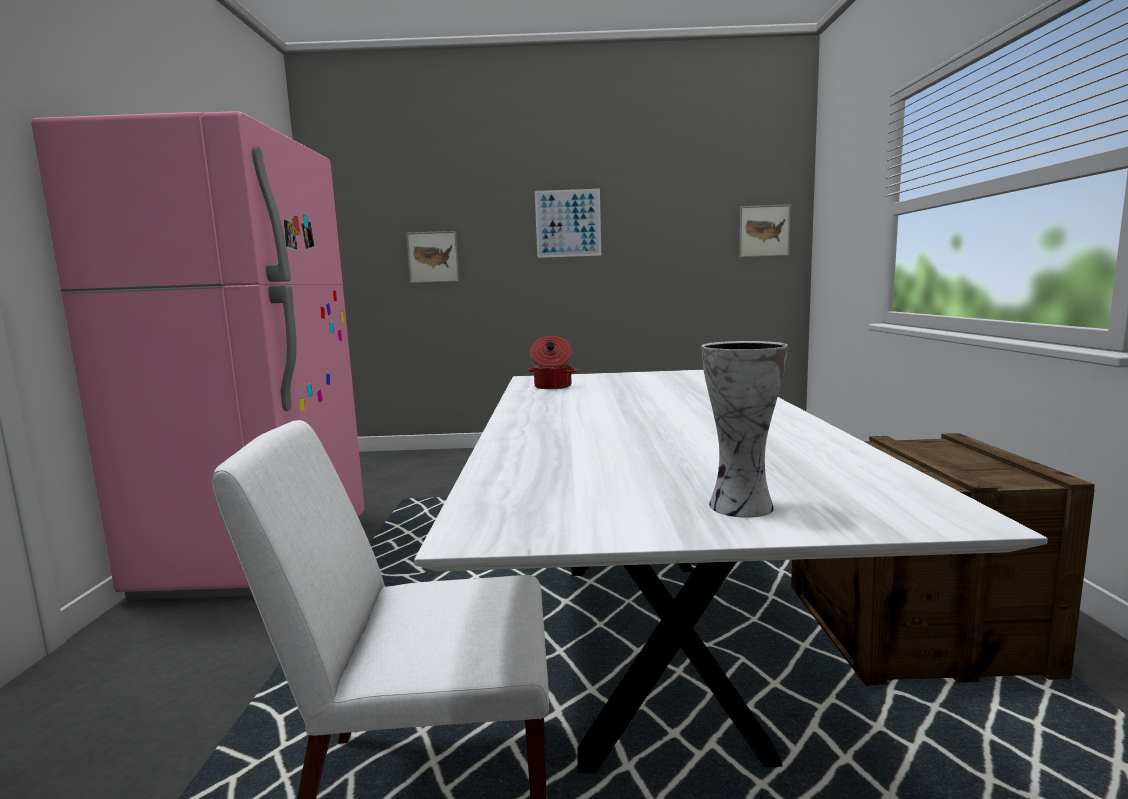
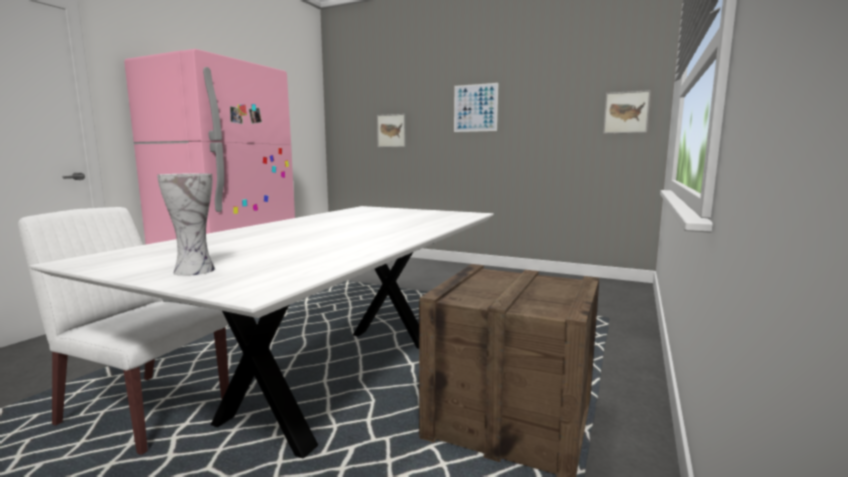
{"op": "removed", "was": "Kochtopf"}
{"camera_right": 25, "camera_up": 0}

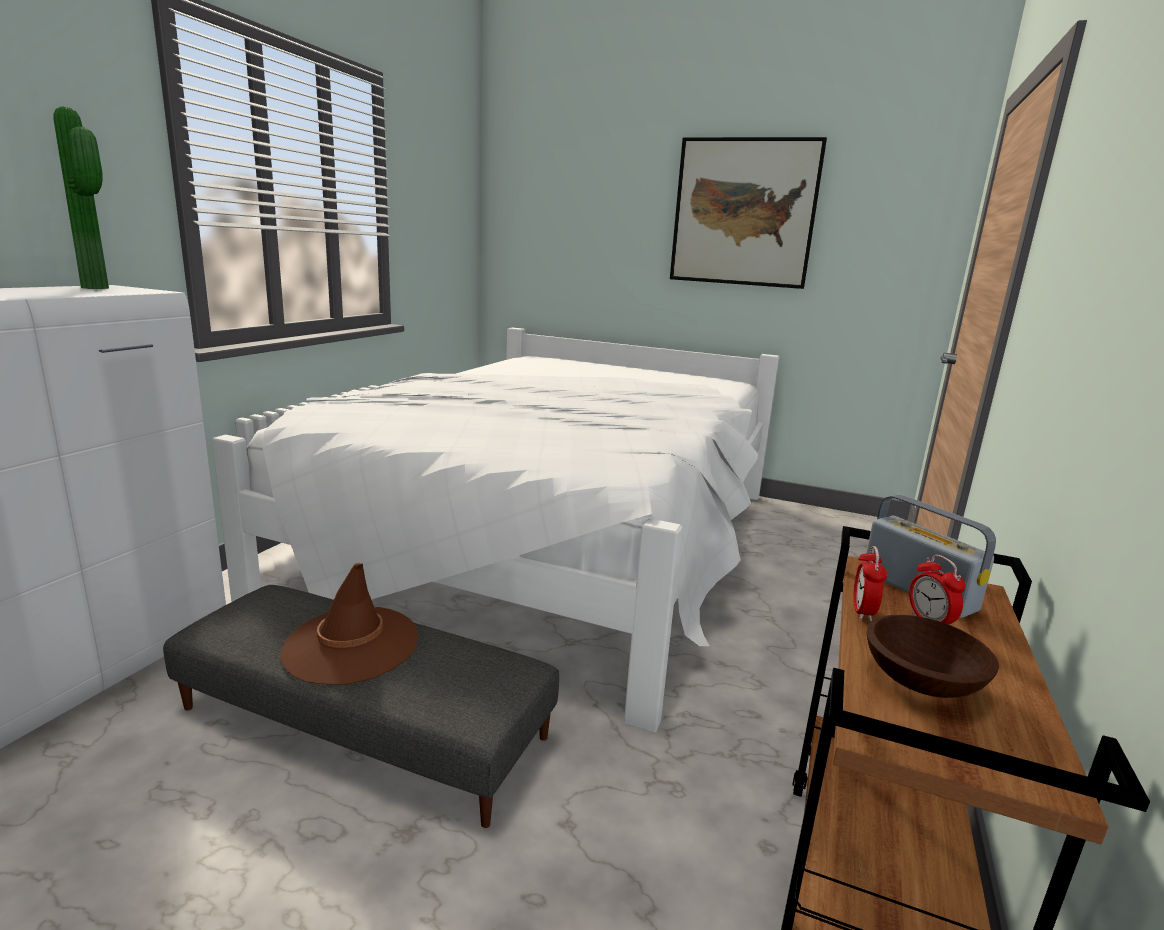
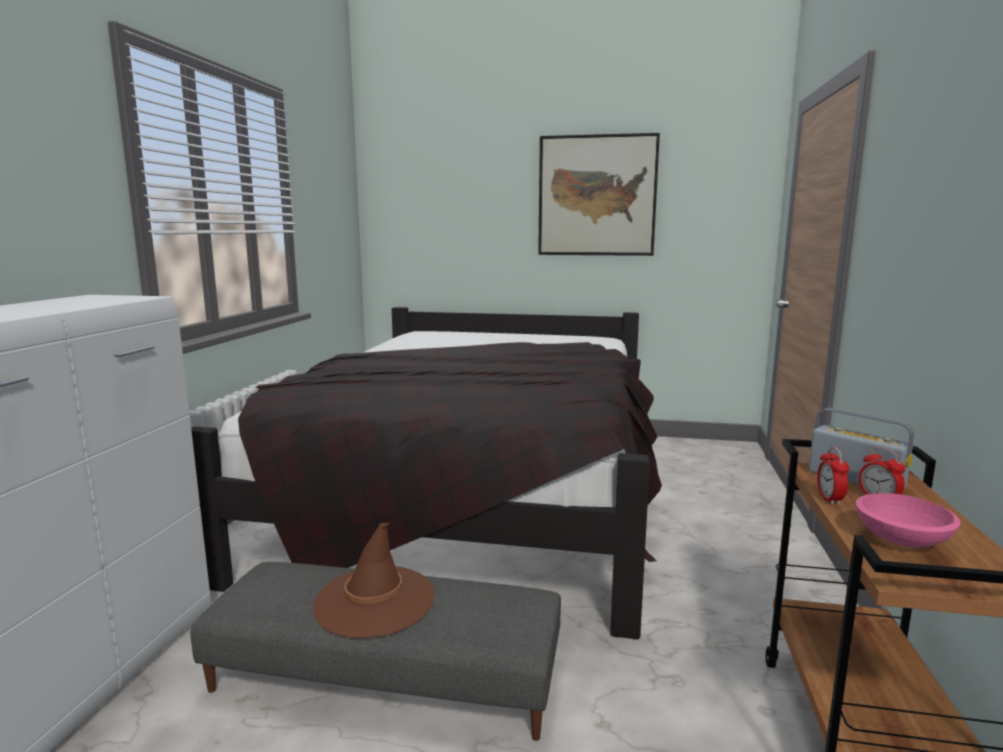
{"op": "removed", "was": "Topfpflanze"}
{"op": "recoloured", "was": "Bett/weiß", "now": "Bett/schwarz"}
{"op": "recoloured", "was": "Schüssel/braun", "now": "Schüssel/rosa"}
{"camera_right": -10, "camera_up": -5}

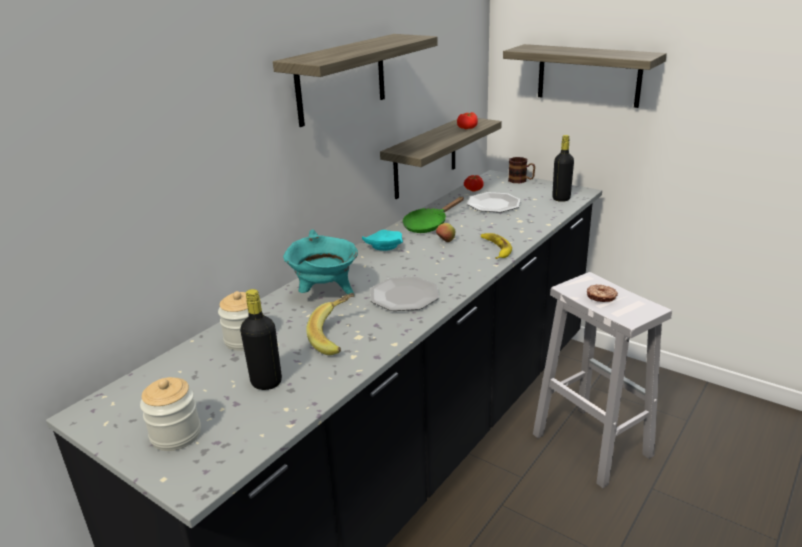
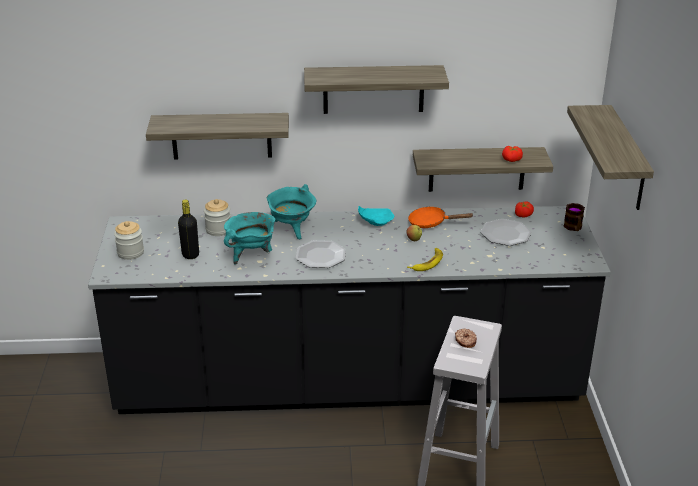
{"op": "removed", "was": "Flasche/schwarz (2nd from left)"}
{"op": "added", "now": "Wandregal (1st from left)"}
{"op": "replaced", "was": "Banane (1st from left)", "now": "Kochtopf/türkis (1st from left)"}
{"op": "recoloured", "was": "Pfanne/grün", "now": "Pfanne/orange"}
{"camera_right": 50, "camera_up": 5}

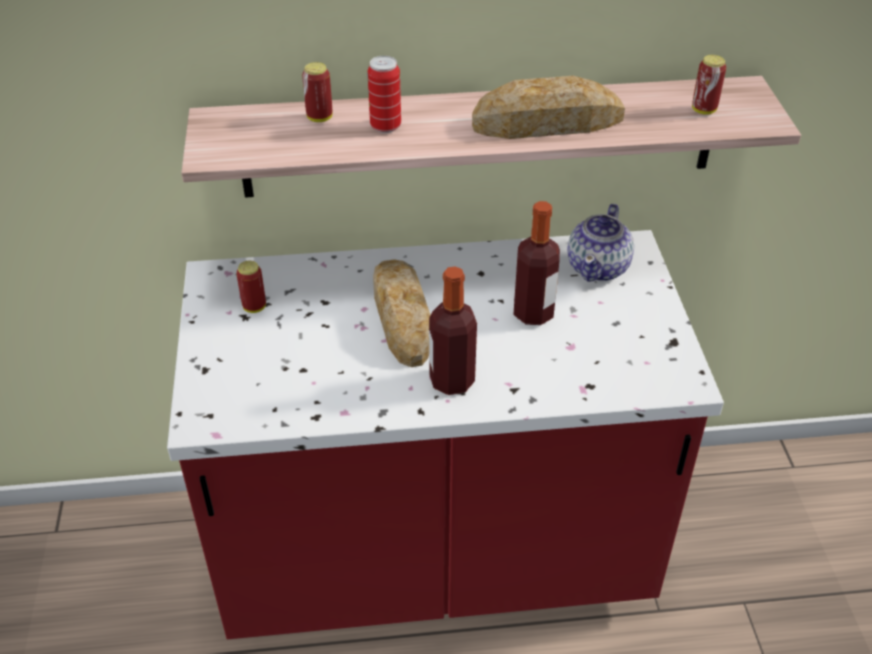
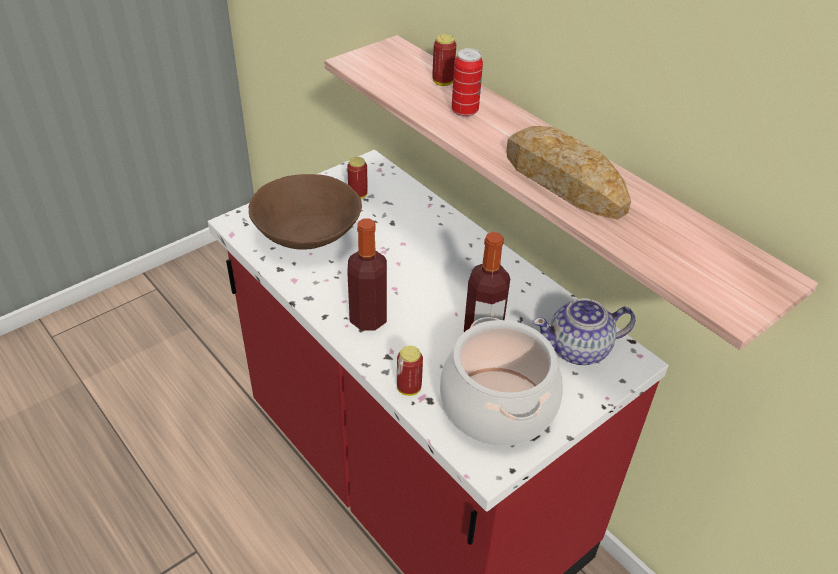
{"op": "removed", "was": "Brot (1st from left)"}
{"op": "added", "now": "Schüssel/braun"}
{"op": "added", "now": "Kochtopf"}
{"op": "moved", "was": "Dose (4th from left in the first image)", "now": "Dose (2nd from left)"}
{"camera_right": 55, "camera_up": 0}

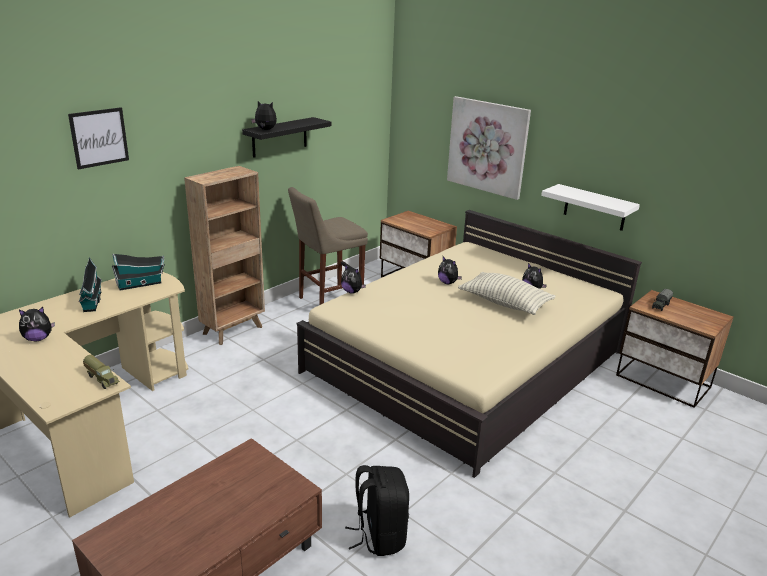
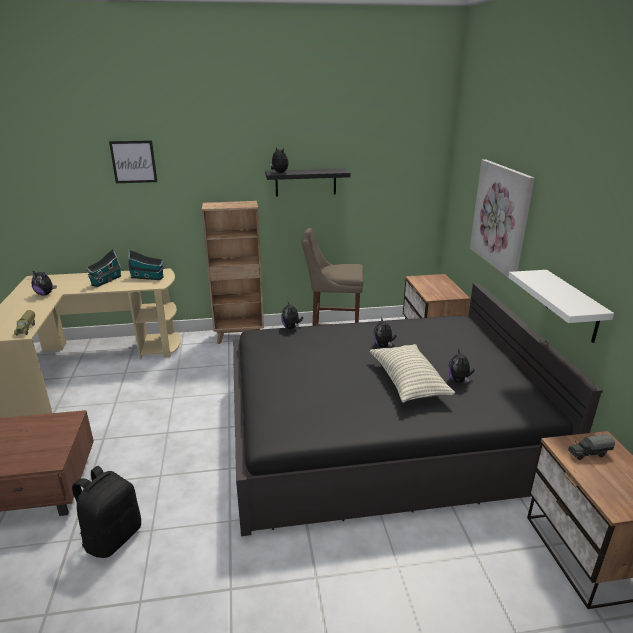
{"op": "recoloured", "was": "Bett/beige", "now": "Bett/schwarz"}
{"camera_right": 40, "camera_up": 0}

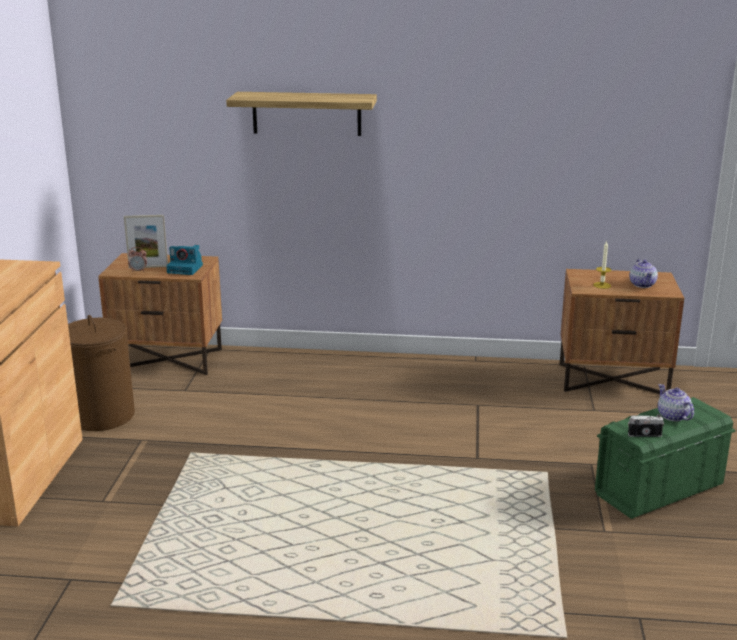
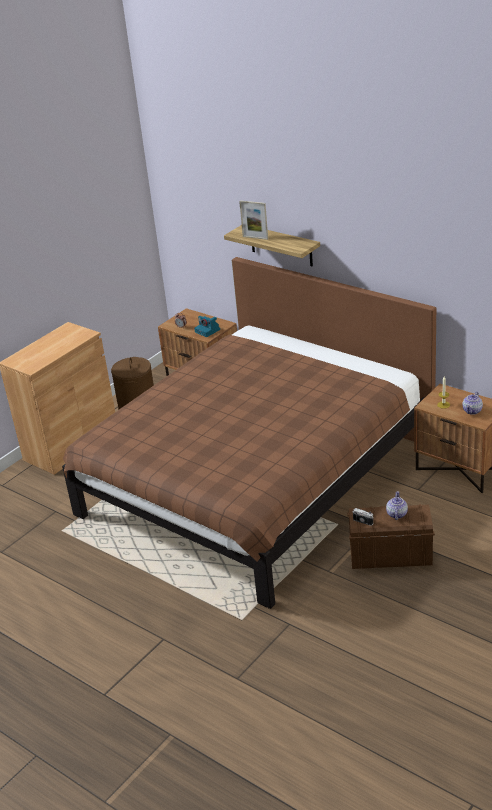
{"op": "added", "now": "Bett/braun"}
{"op": "moved", "was": "Bilderrahmen"}
{"op": "recoloured", "was": "Aufbewahrungsbox/grün", "now": "Aufbewahrungsbox/braun"}
{"camera_right": 35, "camera_up": 10}

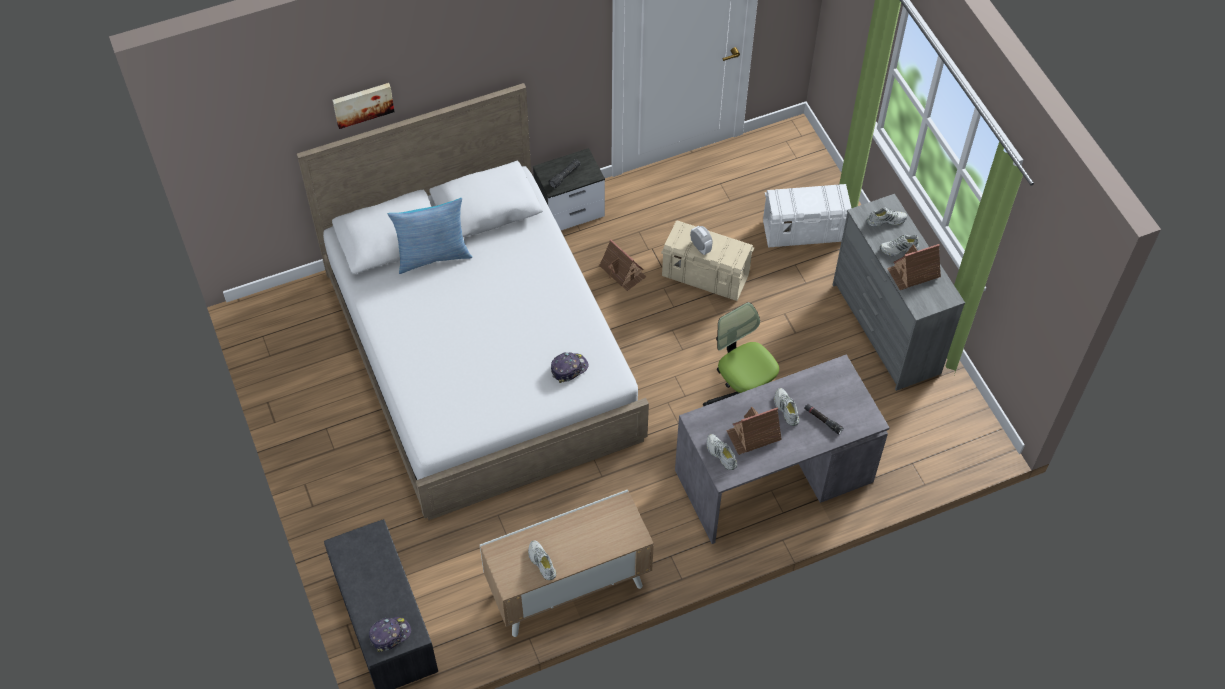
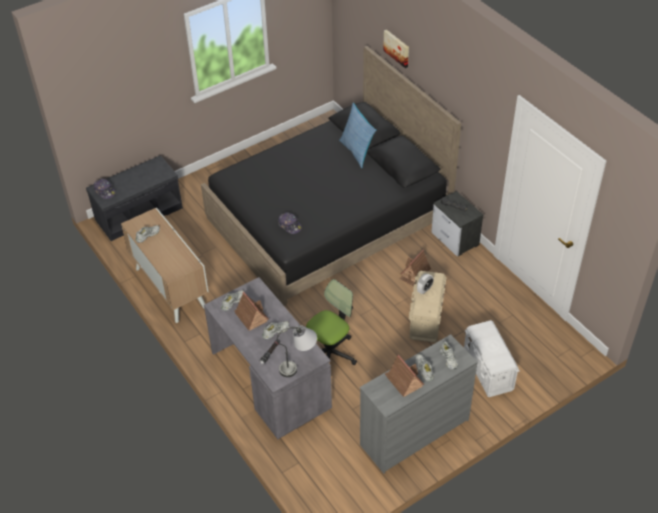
{"op": "added", "now": "Tischlampe/grau"}
{"op": "recoloured", "was": "Bett/weiß", "now": "Bett/schwarz"}
{"camera_right": 80, "camera_up": -10}

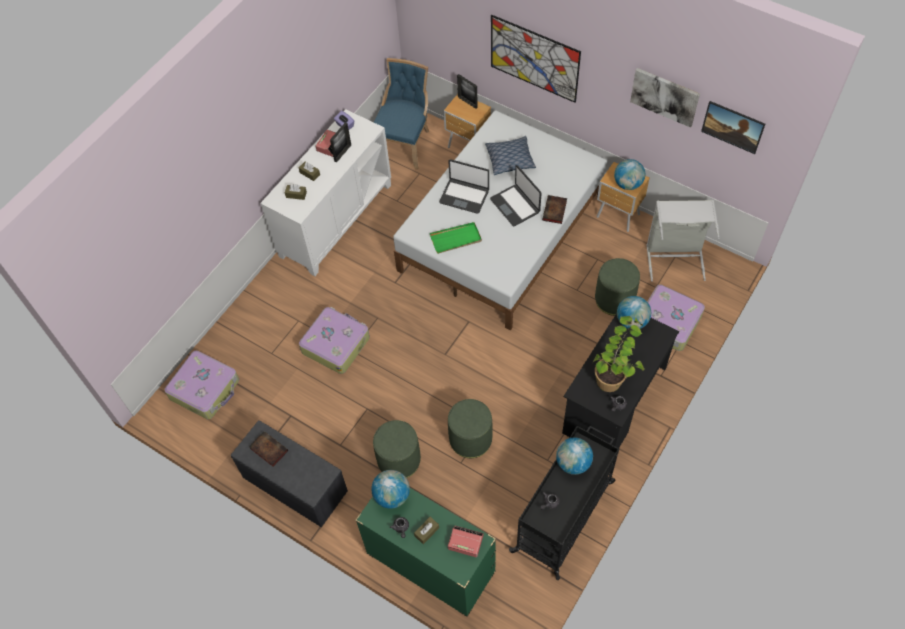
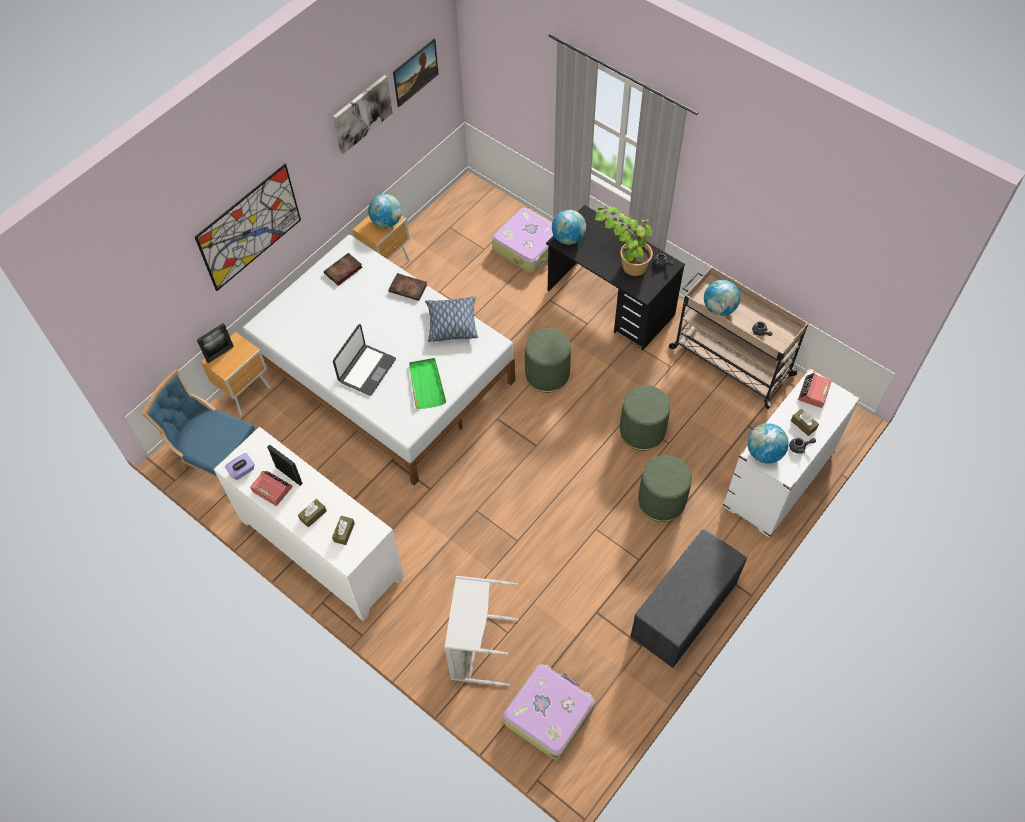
{"op": "removed", "was": "Koffer (2nd from left)"}
{"op": "removed", "was": "Laptop (2nd from left)"}
{"op": "moved", "was": "Buch (1st from left)"}
{"op": "moved", "was": "Kissen"}
{"op": "moved", "was": "Polsterhocker/grün (3rd from left in the first image)", "now": "Polsterhocker/grün (1st from left)"}
{"op": "moved", "was": "Wäschekorb/grau"}
{"op": "recoloured", "was": "Kommode/grün", "now": "Kommode/weiß"}
{"op": "recoloured", "was": "Rollwagen/schwarz", "now": "Rollwagen/beige"}
{"camera_right": -85, "camera_up": 0}

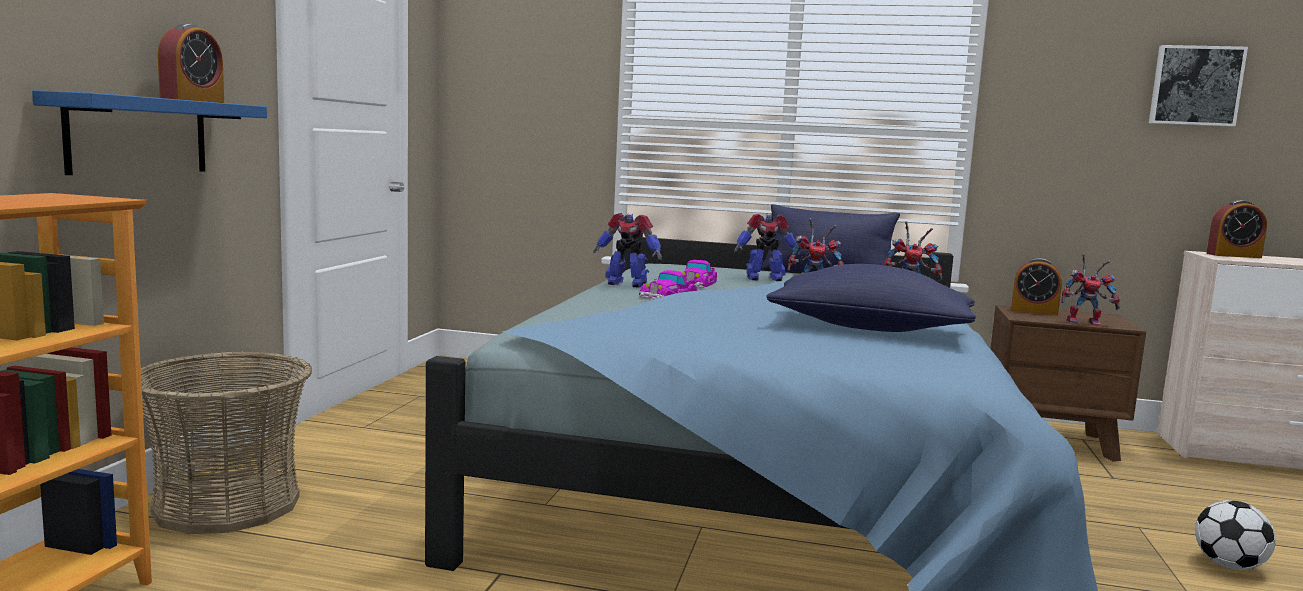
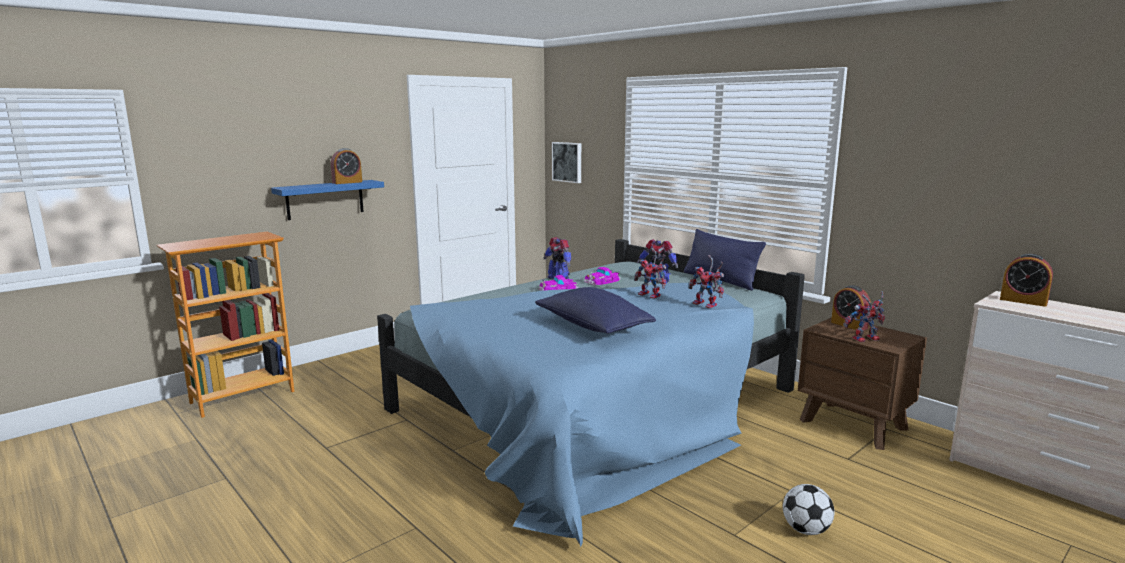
{"op": "removed", "was": "Korb"}
{"op": "moved", "was": "Bild"}
{"op": "turned", "was": "Spielzeugroboter (5th from left)", "clockwise": 120}
{"camera_right": 35, "camera_up": 5}

